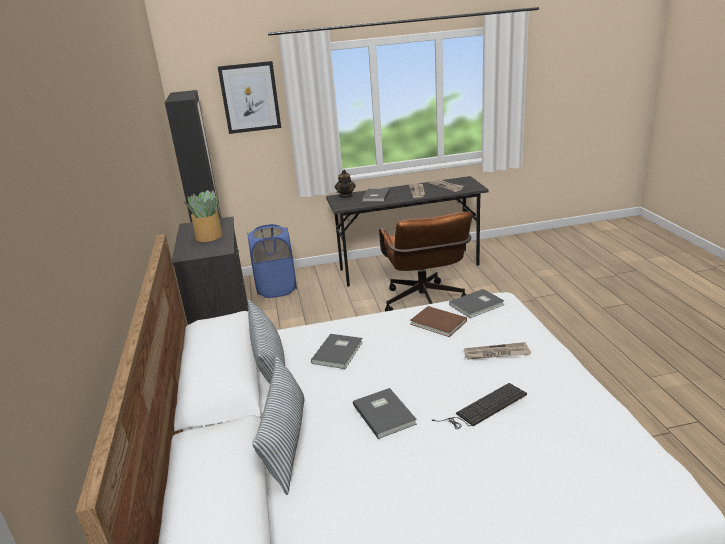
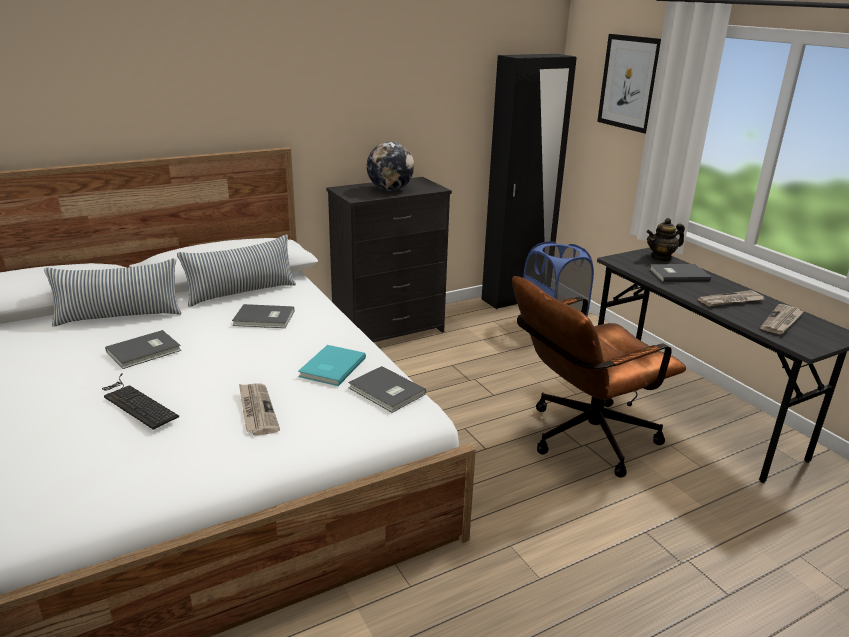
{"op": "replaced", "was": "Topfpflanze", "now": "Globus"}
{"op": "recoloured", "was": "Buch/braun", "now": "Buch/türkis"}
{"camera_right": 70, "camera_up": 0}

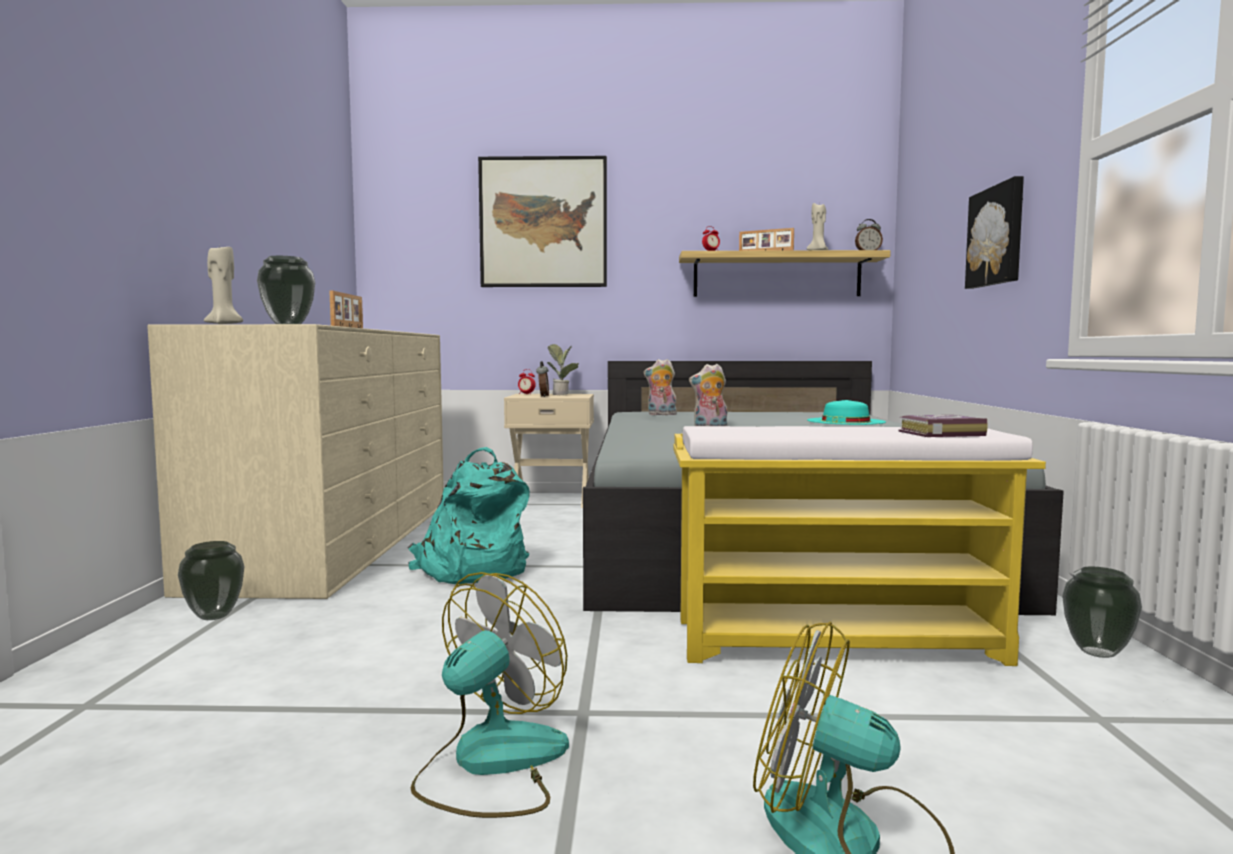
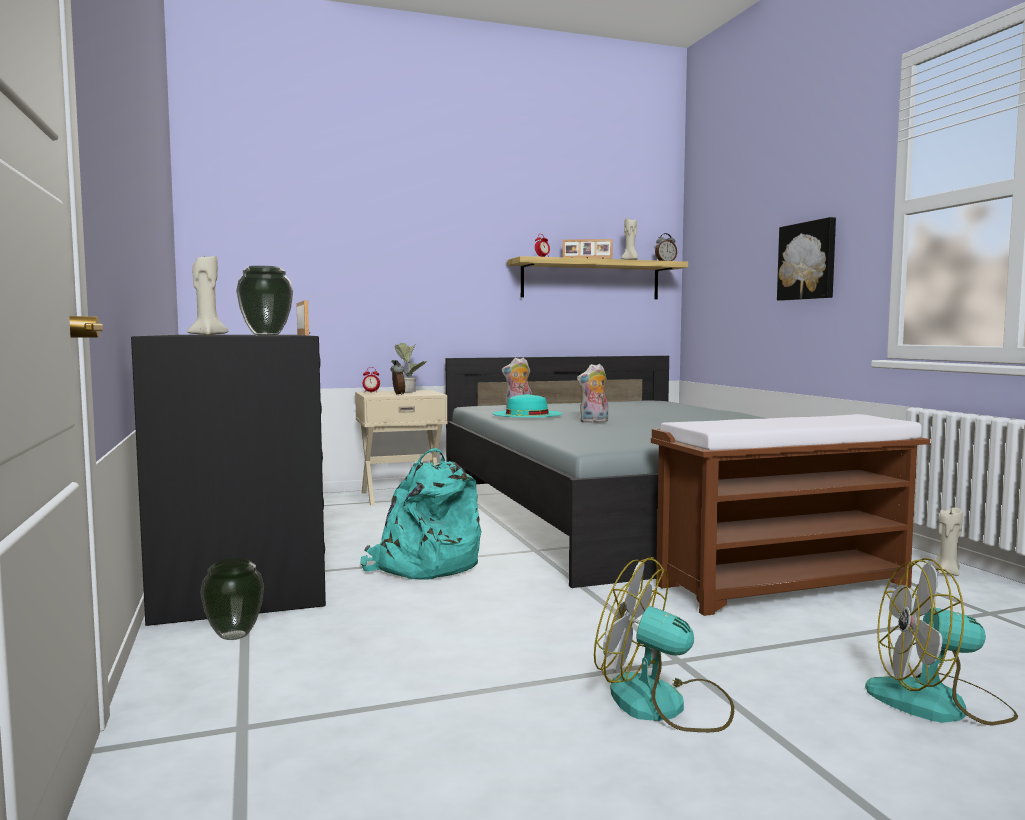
{"op": "removed", "was": "Bild (1st from left)"}
{"op": "removed", "was": "Buch"}
{"op": "moved", "was": "Hut/türkis"}
{"op": "replaced", "was": "Vase (3rd from left)", "now": "Kerze/beige (3rd from left)"}
{"op": "recoloured", "was": "Kommode/beige", "now": "Kommode/schwarz"}
{"op": "recoloured", "was": "Bank/gelb", "now": "Bank/braun"}
{"op": "turned", "was": "Ventilator (1st from left)", "clockwise": -75}
{"camera_right": -20, "camera_up": 0}

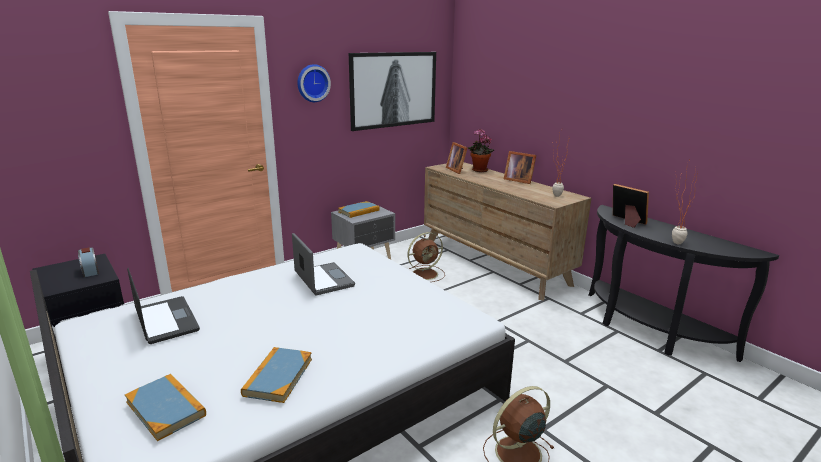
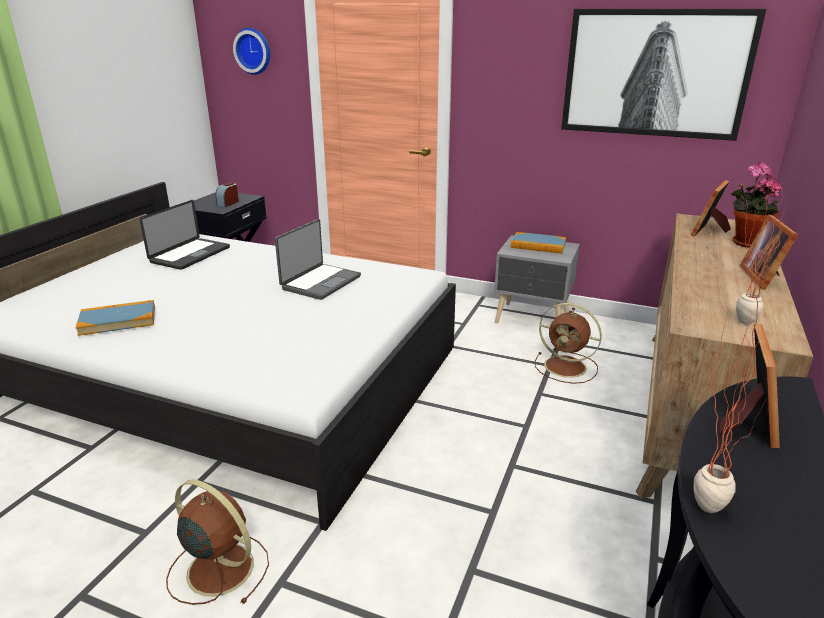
{"op": "removed", "was": "Buch (1st from left)"}
{"op": "moved", "was": "Wanduhr"}
{"camera_right": 60, "camera_up": 5}

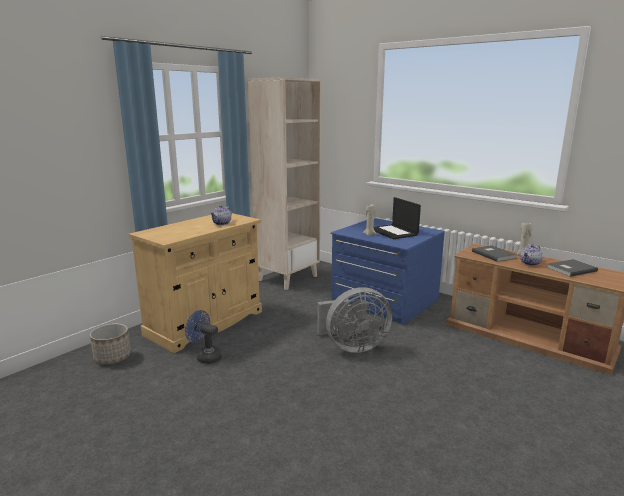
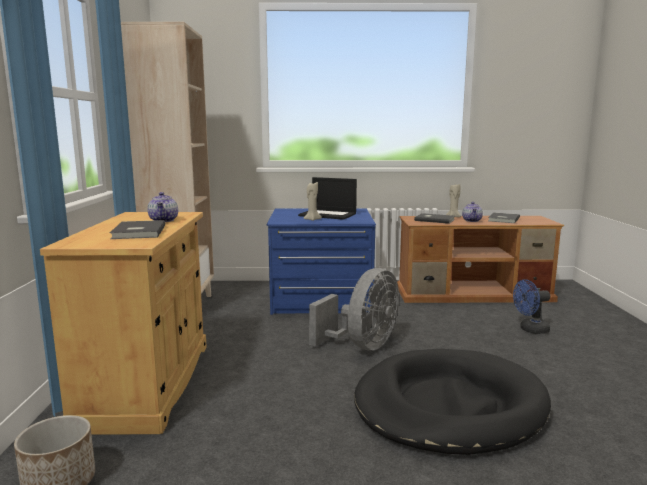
{"op": "added", "now": "Buch/grau (1st from left)"}
{"op": "added", "now": "Hundebett/schwarz"}
{"op": "moved", "was": "Ventilator/blau"}
{"camera_right": -40, "camera_up": -5}

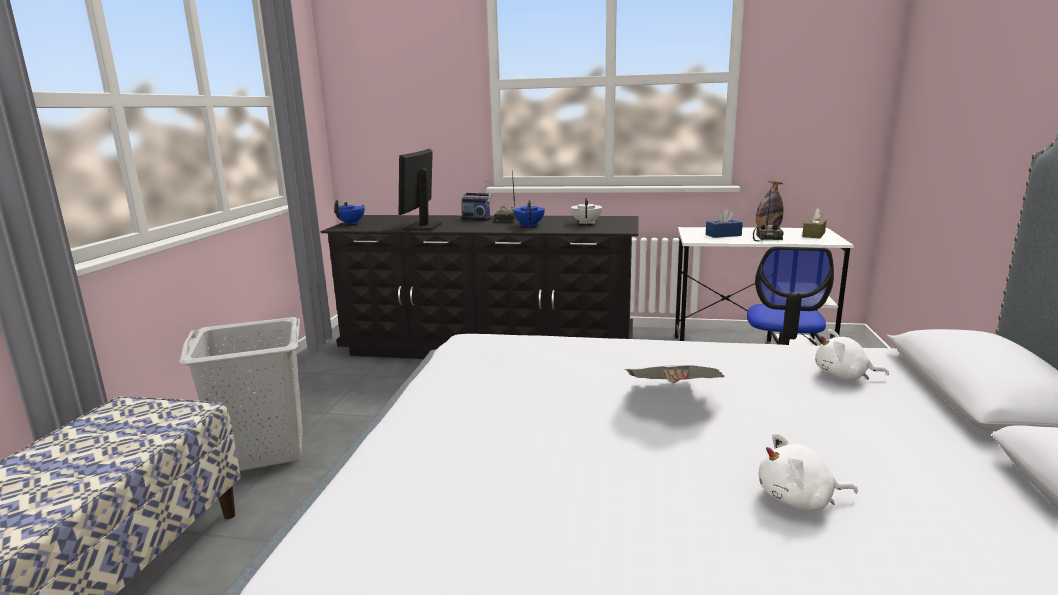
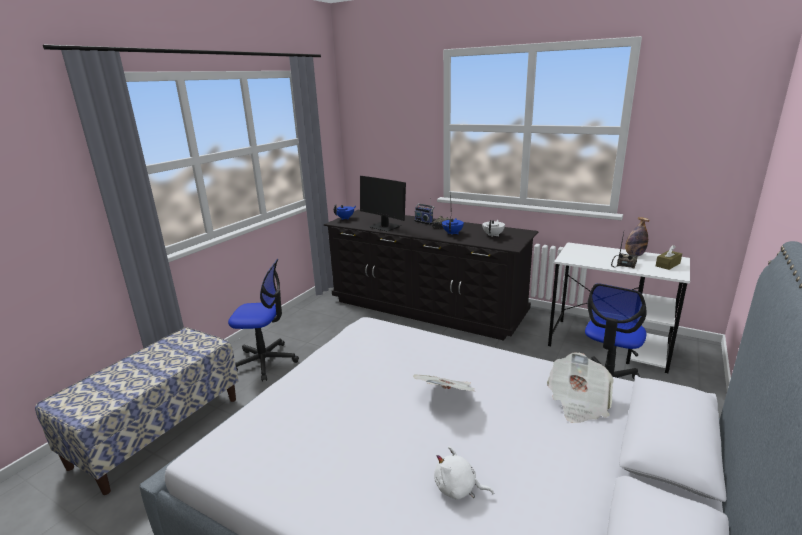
{"op": "removed", "was": "Taschentuchbox/blau"}
{"op": "replaced", "was": "Wäschekorb/grau", "now": "Bürostuhl (1st from left)"}
{"op": "replaced", "was": "Plüschtier/weiß (2nd from left)", "now": "Zeitung (2nd from left)"}
{"op": "turned", "was": "Monitor", "clockwise": -75}
{"camera_right": 20, "camera_up": 5}

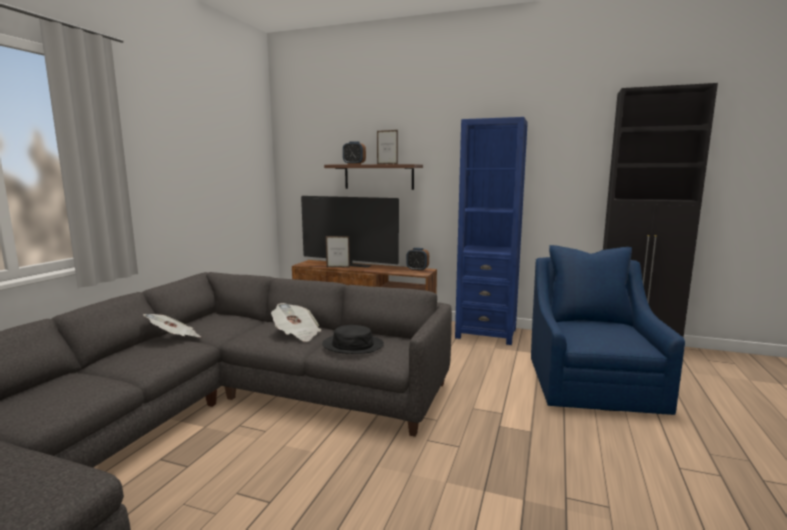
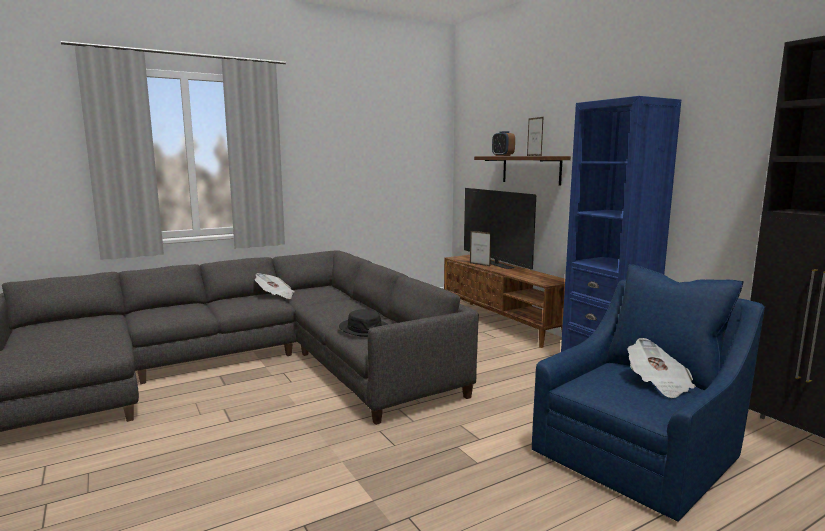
{"op": "removed", "was": "Wecker (2nd from left)"}
{"op": "moved", "was": "Zeitung (2nd from left)"}
{"camera_right": 40, "camera_up": 0}

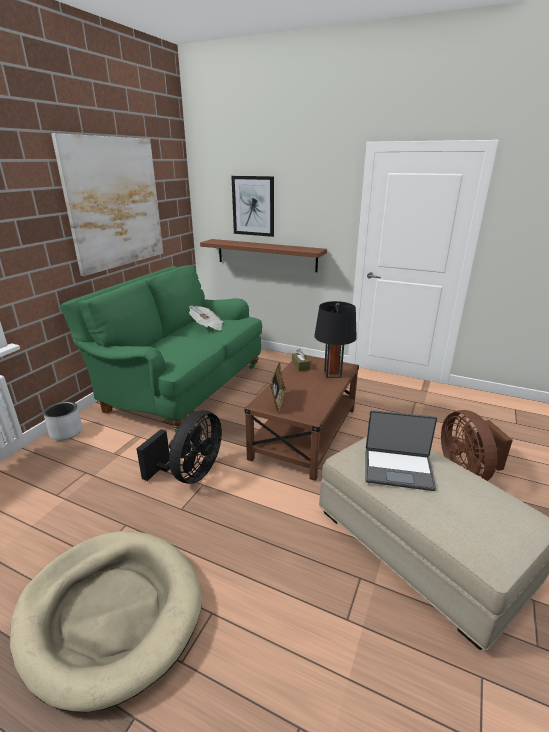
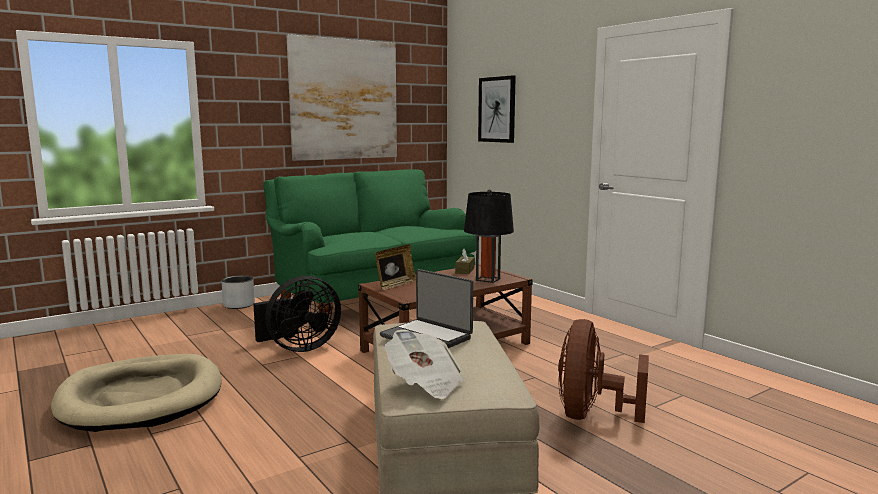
{"op": "removed", "was": "Wandregal/braun"}
{"op": "moved", "was": "Zeitung"}
{"camera_right": 30, "camera_up": -15}

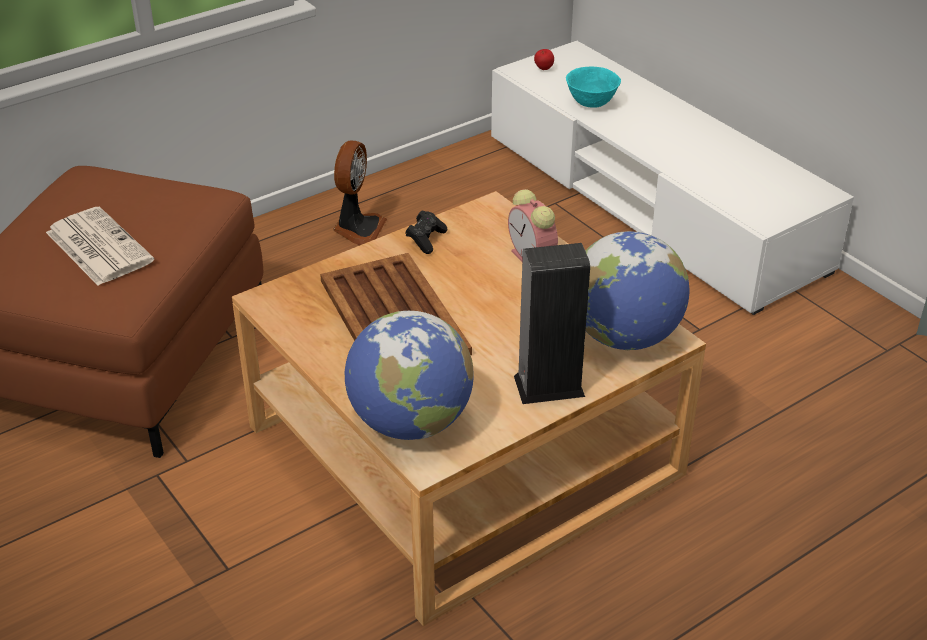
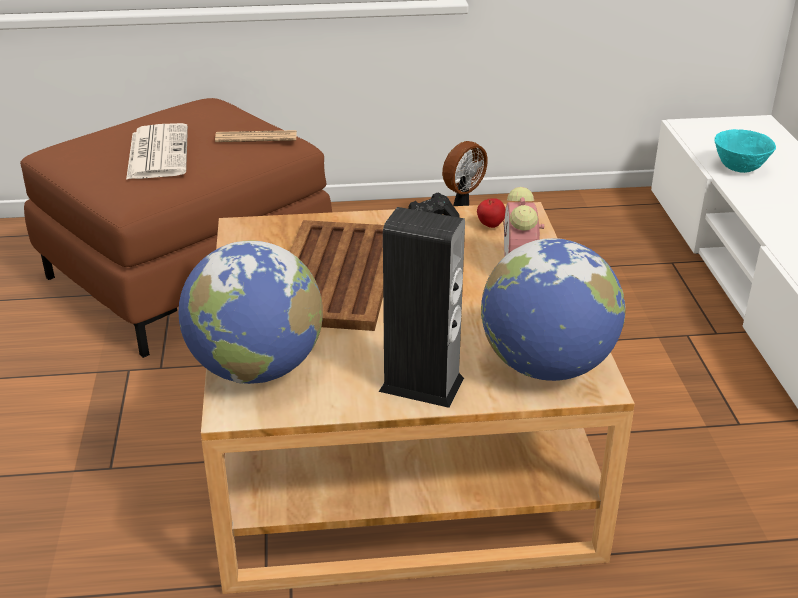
{"op": "added", "now": "Zeitung (2nd from left)"}
{"op": "moved", "was": "Apfel"}
{"camera_right": 30, "camera_up": -5}

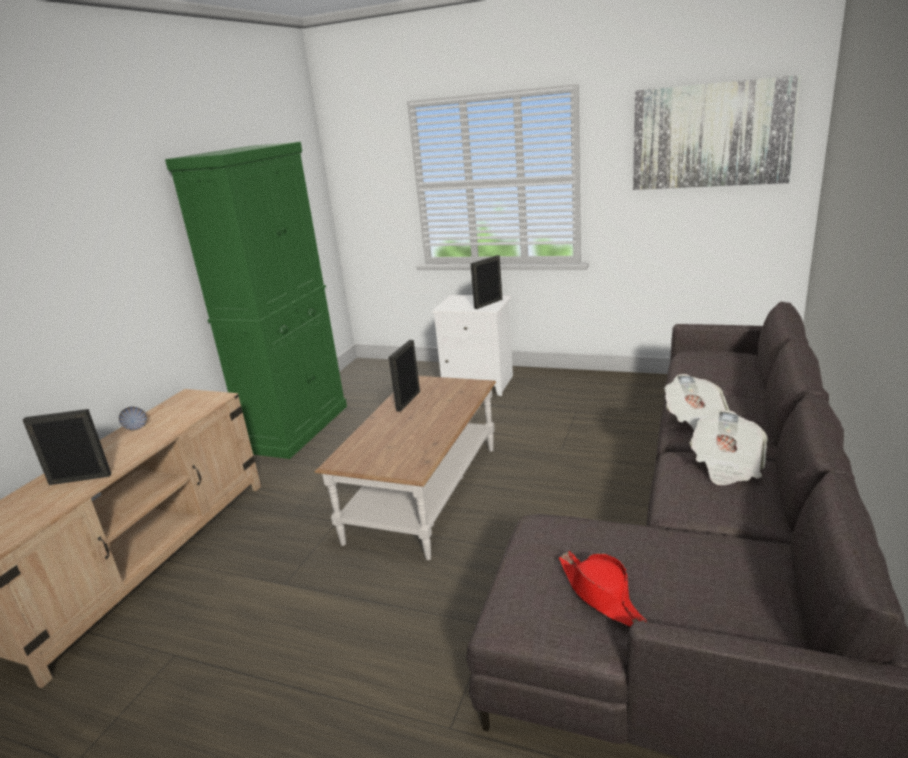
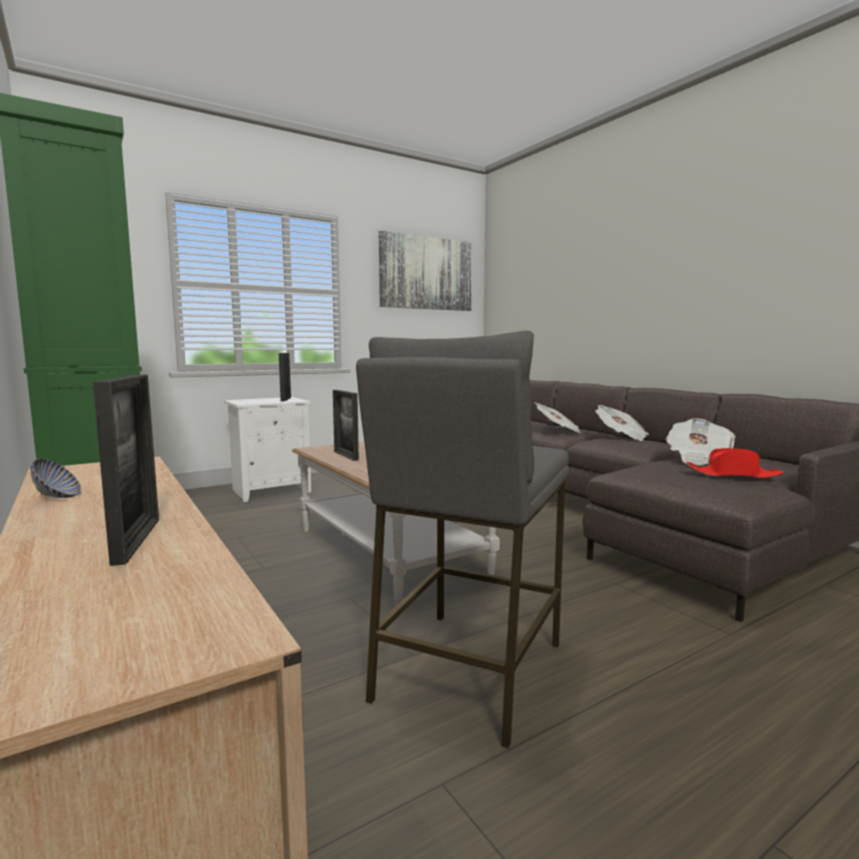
{"op": "added", "now": "Hocker/grau"}
{"op": "added", "now": "Zeitung (3rd from left)"}
{"op": "turned", "was": "Bilderrahmen (1st from left)", "clockwise": 135}
{"camera_right": -55, "camera_up": -15}

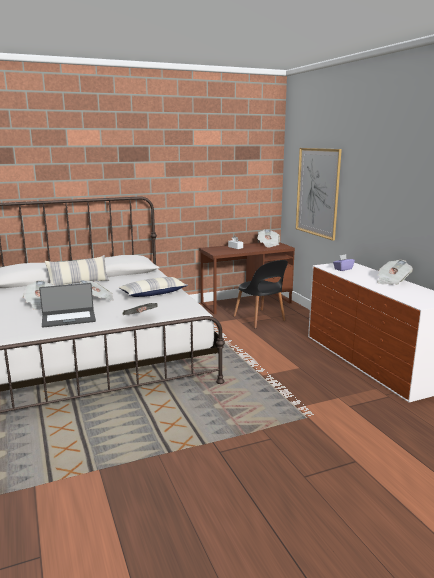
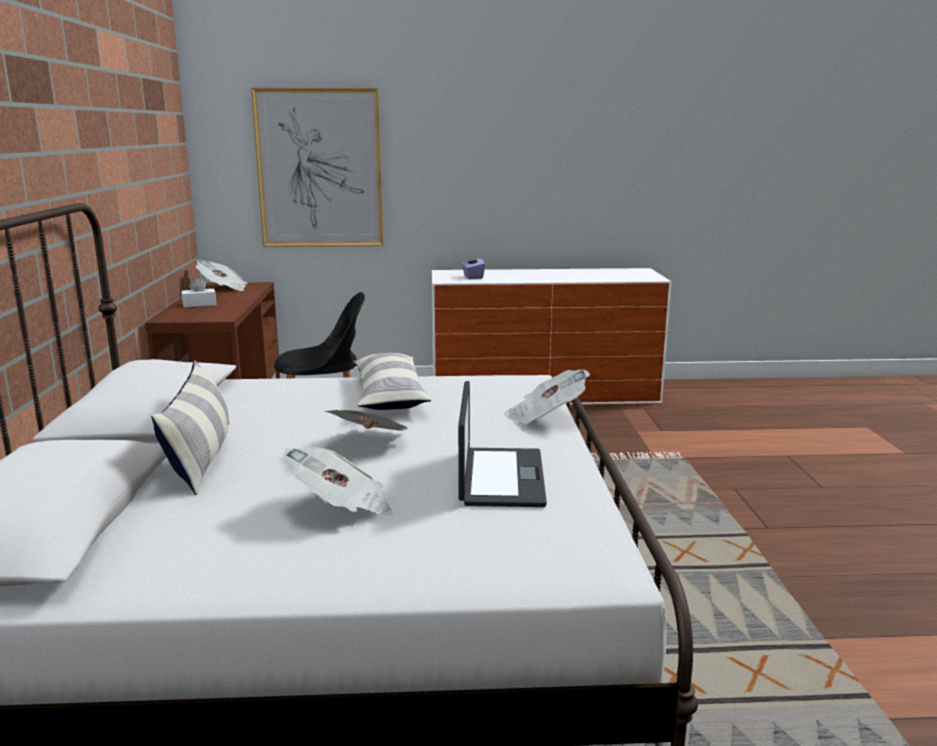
{"op": "removed", "was": "Zeitung (5th from left)"}
{"camera_right": -70, "camera_up": 0}

